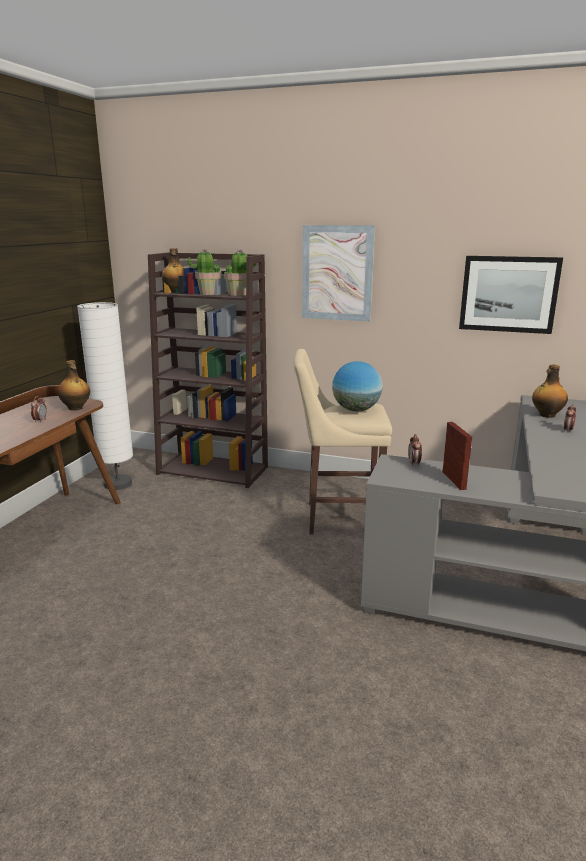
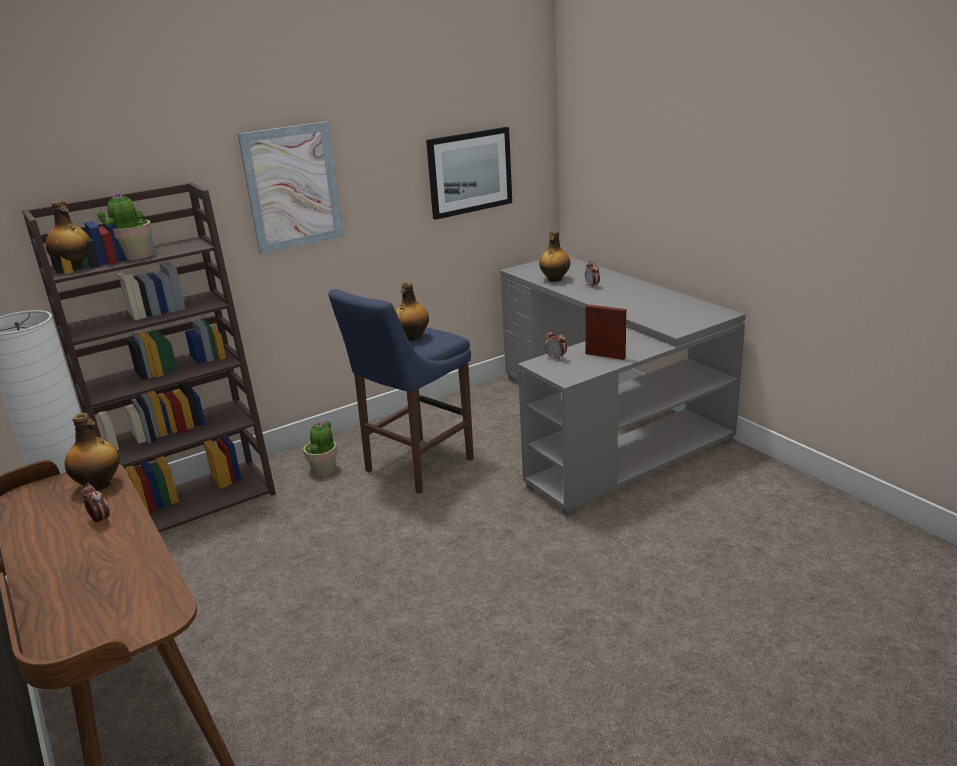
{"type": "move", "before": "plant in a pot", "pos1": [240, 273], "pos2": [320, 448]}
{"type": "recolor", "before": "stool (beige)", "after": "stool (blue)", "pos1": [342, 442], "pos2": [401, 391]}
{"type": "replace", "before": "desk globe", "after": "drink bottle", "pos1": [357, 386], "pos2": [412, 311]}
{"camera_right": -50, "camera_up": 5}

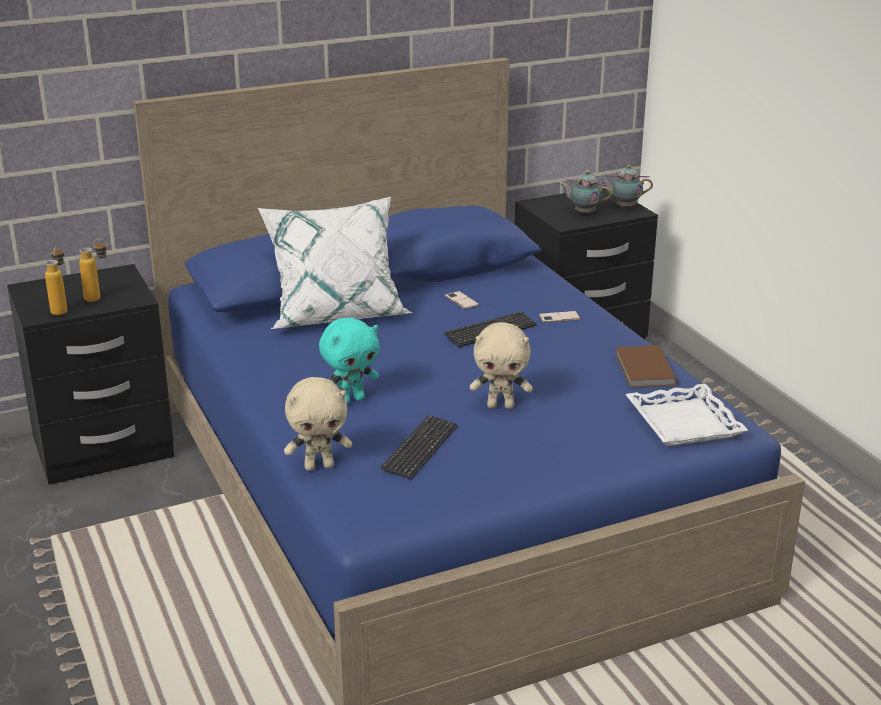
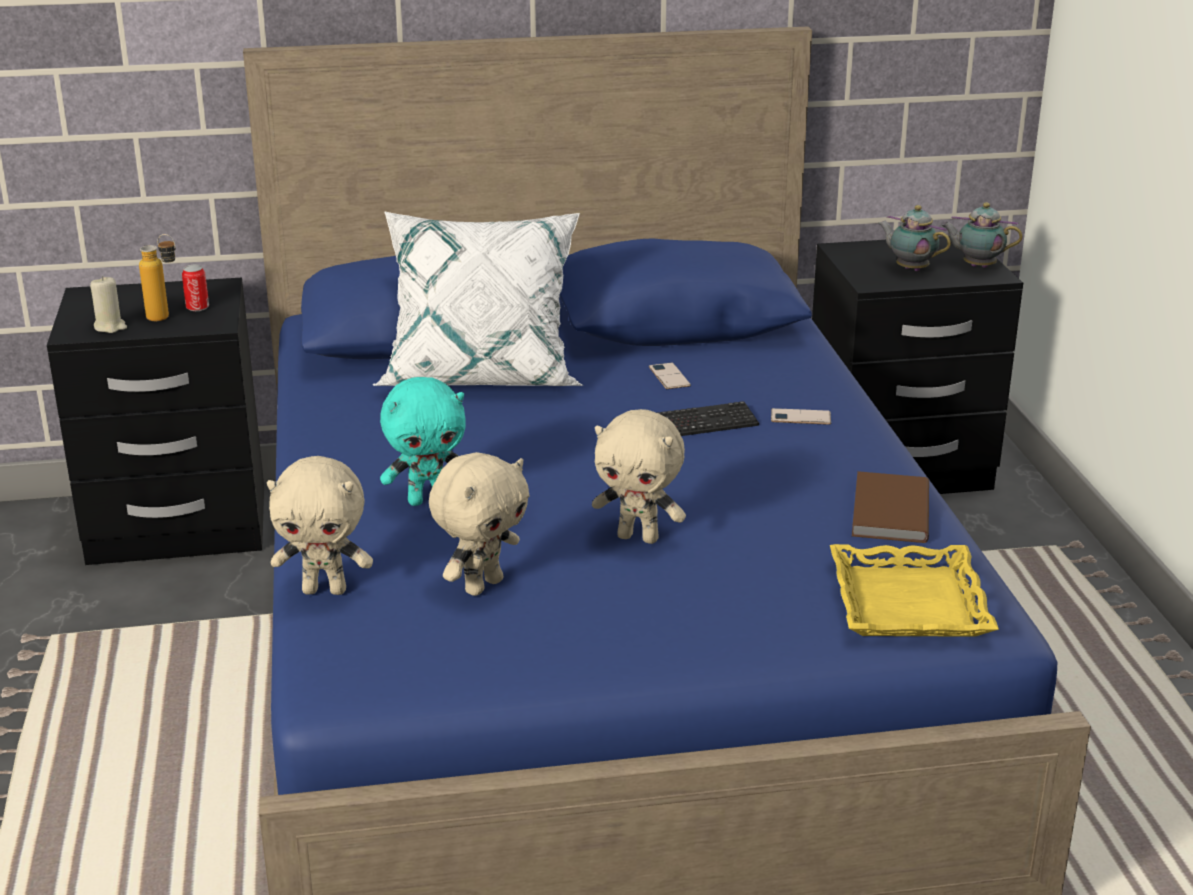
{"type": "replace", "before": "drink bottle", "after": "wax light (beige)", "pos1": [56, 279], "pos2": [108, 304]}
{"type": "insert", "after": "metal can", "pos2": [195, 288]}
{"type": "replace", "before": "keyboard", "after": "plush toy (beige)", "pos1": [418, 447], "pos2": [479, 524]}
{"type": "recolor", "before": "carrying tray (white)", "after": "carrying tray (yellowish)", "pos1": [686, 415], "pos2": [914, 590]}
{"camera_right": 15, "camera_up": 0}

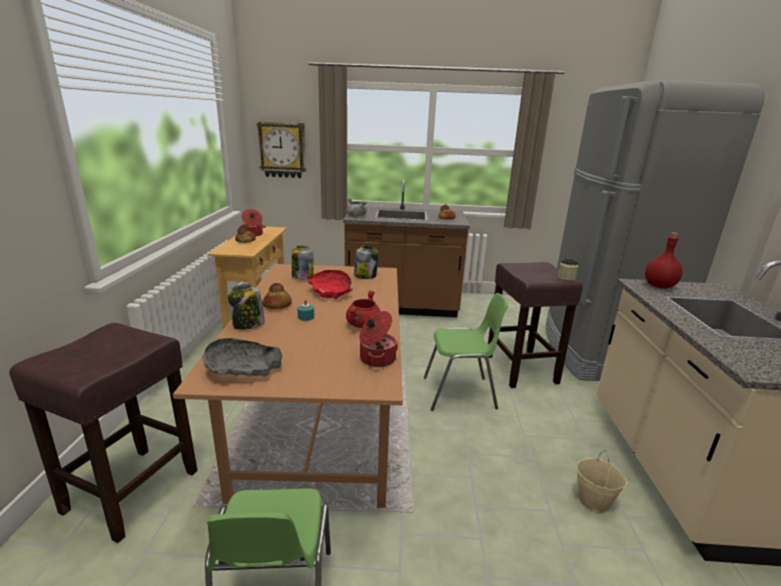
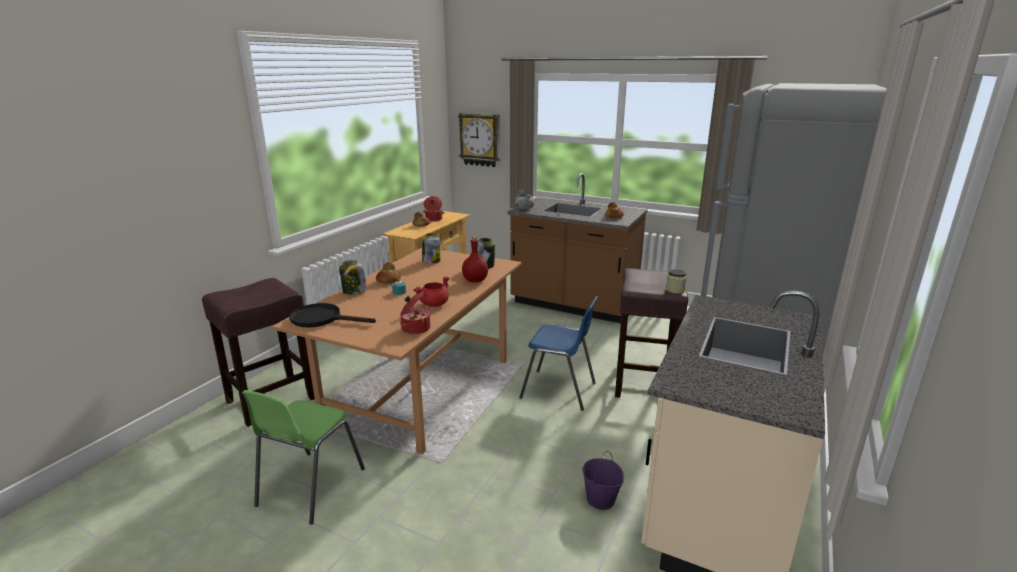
{"type": "replace", "before": "serving bowl (gray)", "after": "frying pan (black-coloured)", "pos1": [242, 357], "pos2": [332, 315]}
{"type": "move", "before": "drink bottle (red)", "pos1": [664, 260], "pos2": [475, 259]}
{"type": "recolor", "before": "chair (green)", "after": "chair (blue)", "pos1": [466, 352], "pos2": [558, 353]}
{"type": "recolor", "before": "water bucket (beige)", "after": "water bucket (purple)", "pos1": [602, 481], "pos2": [603, 480]}
{"type": "delete", "before": "serving bowl (red)", "pos1": [330, 284]}
{"camera_right": 25, "camera_up": 0}

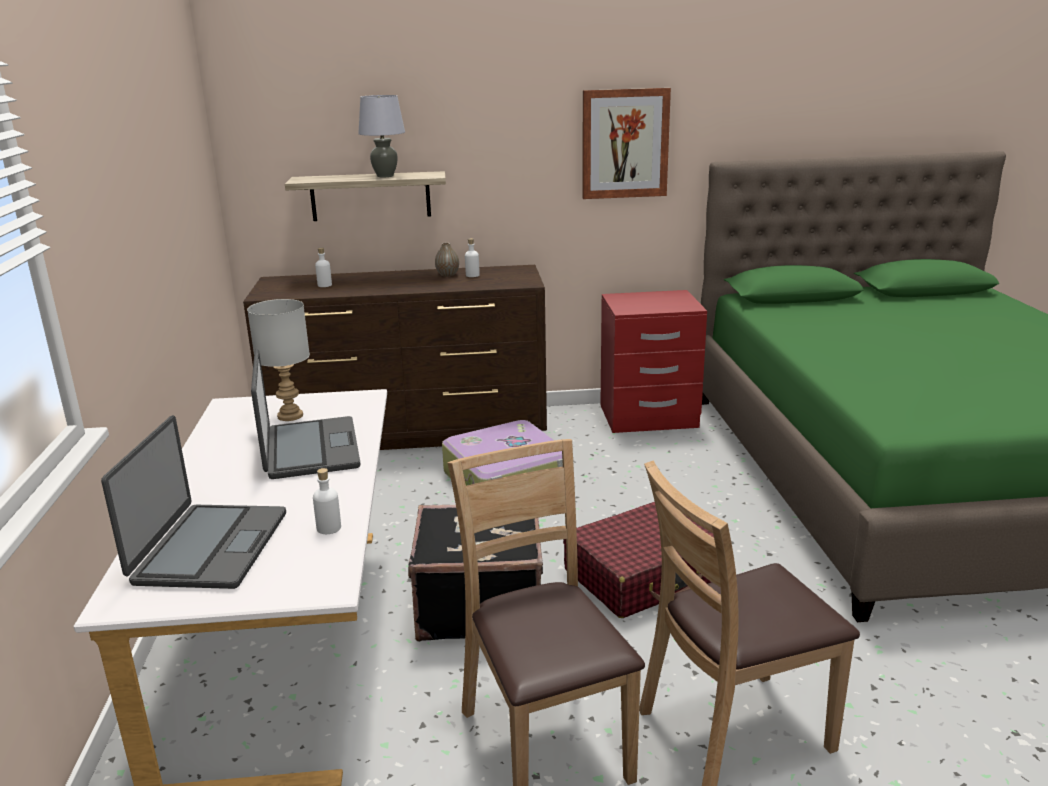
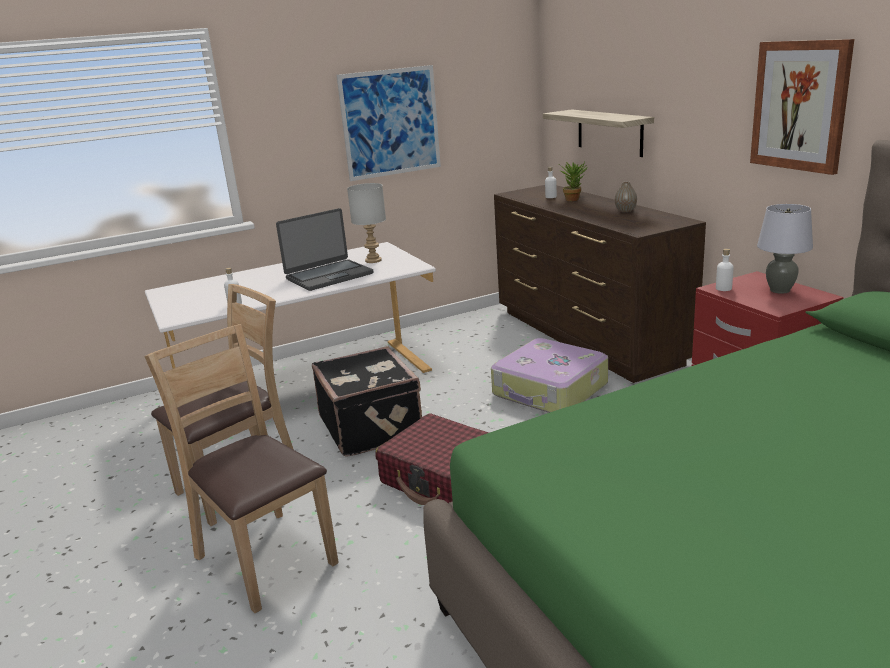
{"type": "insert", "after": "wall picture", "pos2": [389, 123]}
{"type": "insert", "after": "plant in a pot", "pos2": [573, 181]}
{"type": "move", "before": "drink bottle (white)", "pos1": [472, 257], "pos2": [725, 270]}
{"type": "move", "before": "tabletop lamp (gray)", "pos1": [381, 136], "pos2": [785, 249]}
{"type": "delete", "before": "laptop", "pos1": [193, 502]}
{"camera_right": 70, "camera_up": 0}

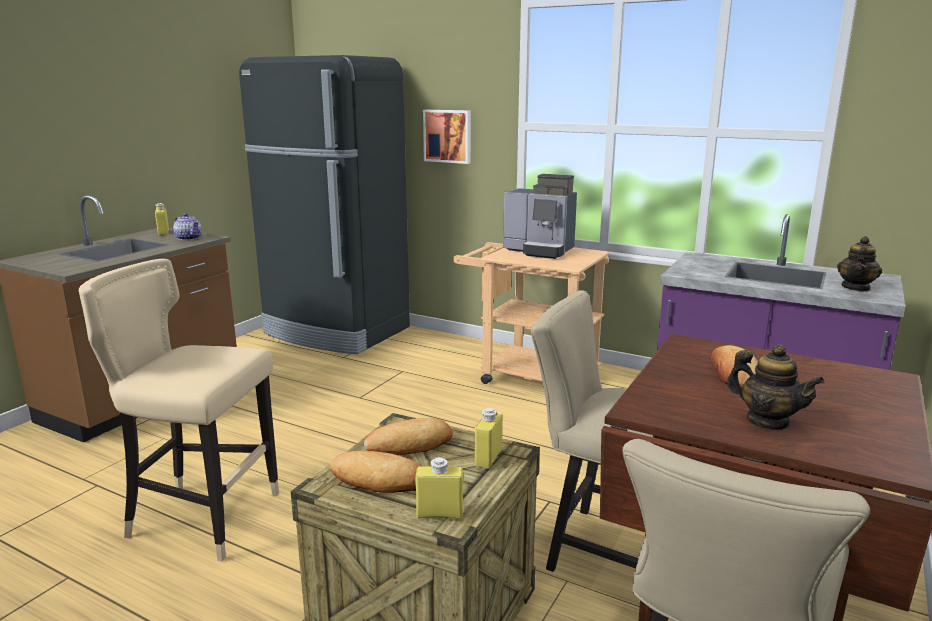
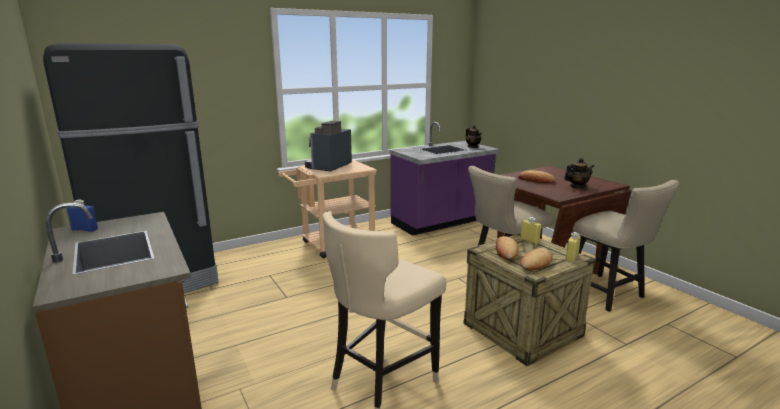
{"type": "recolor", "before": "drink bottle (yellowish)", "after": "drink bottle (blue)", "pos1": [162, 219], "pos2": [82, 216]}
{"type": "rotate", "before": "coffee machine", "pos1": [540, 216], "pos2": [328, 146], "turn": 150}
{"type": "delete", "before": "teapot", "pos1": [187, 226]}
{"type": "delete", "before": "wall picture", "pos1": [447, 137]}
{"camera_right": -60, "camera_up": 0}

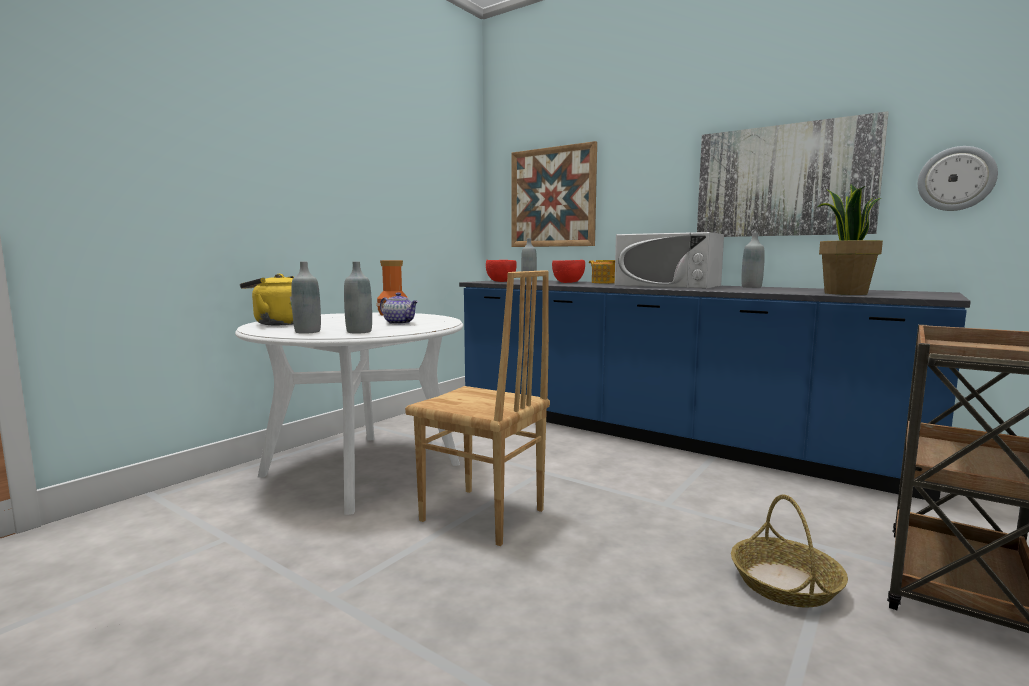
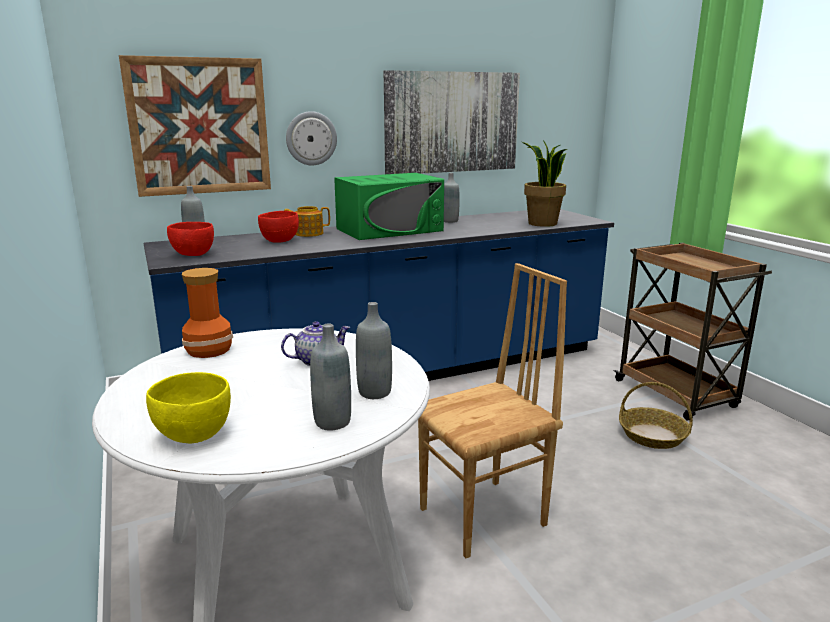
{"type": "replace", "before": "kettle (yellowish)", "after": "serving bowl (yellowish)", "pos1": [267, 299], "pos2": [188, 407]}
{"type": "move", "before": "wall clock", "pos1": [958, 178], "pos2": [311, 138]}
{"type": "recolor", "before": "microwave (white)", "after": "microwave (green)", "pos1": [669, 260], "pos2": [389, 206]}
{"camera_right": -60, "camera_up": 10}

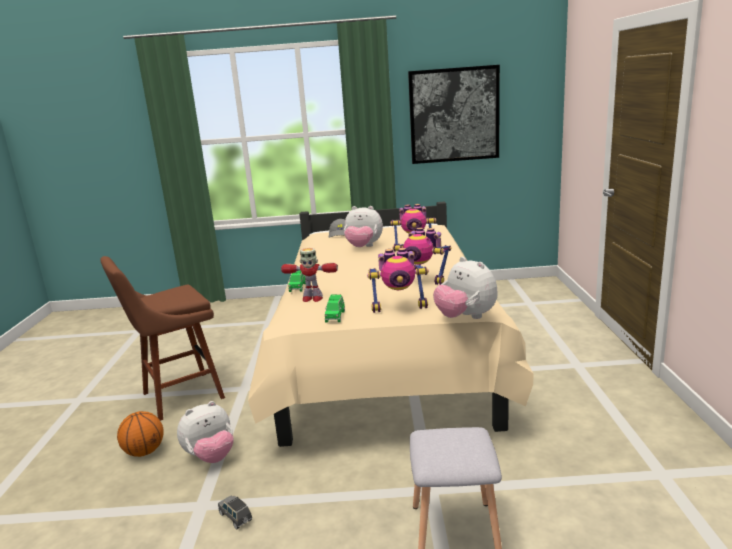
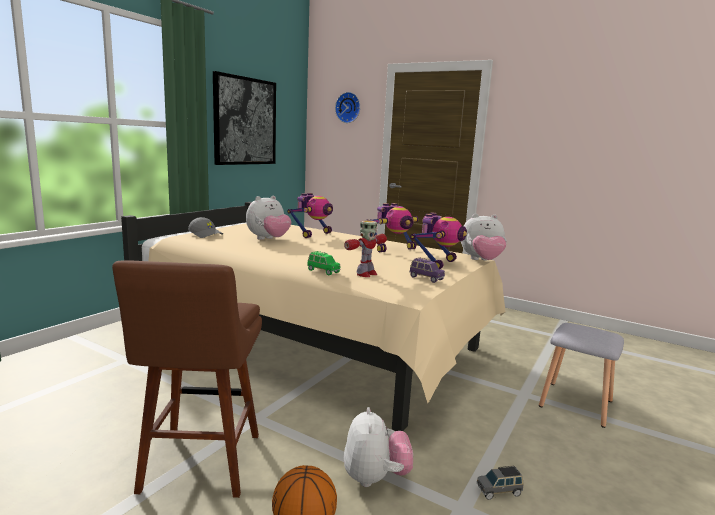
{"type": "insert", "after": "wall clock", "pos2": [347, 107]}
{"type": "recolor", "before": "toy car (green)", "after": "toy car (purple)", "pos1": [335, 308], "pos2": [427, 270]}
{"camera_right": -60, "camera_up": -5}

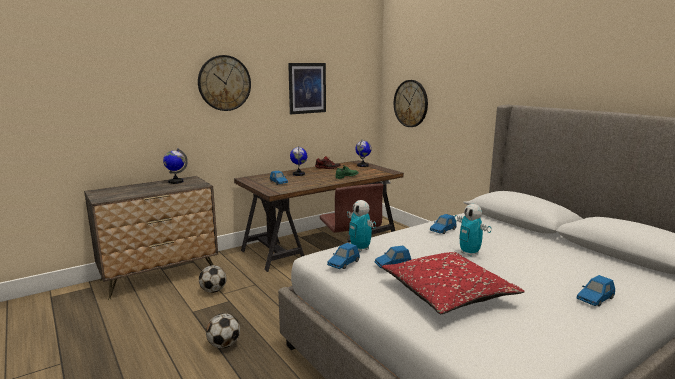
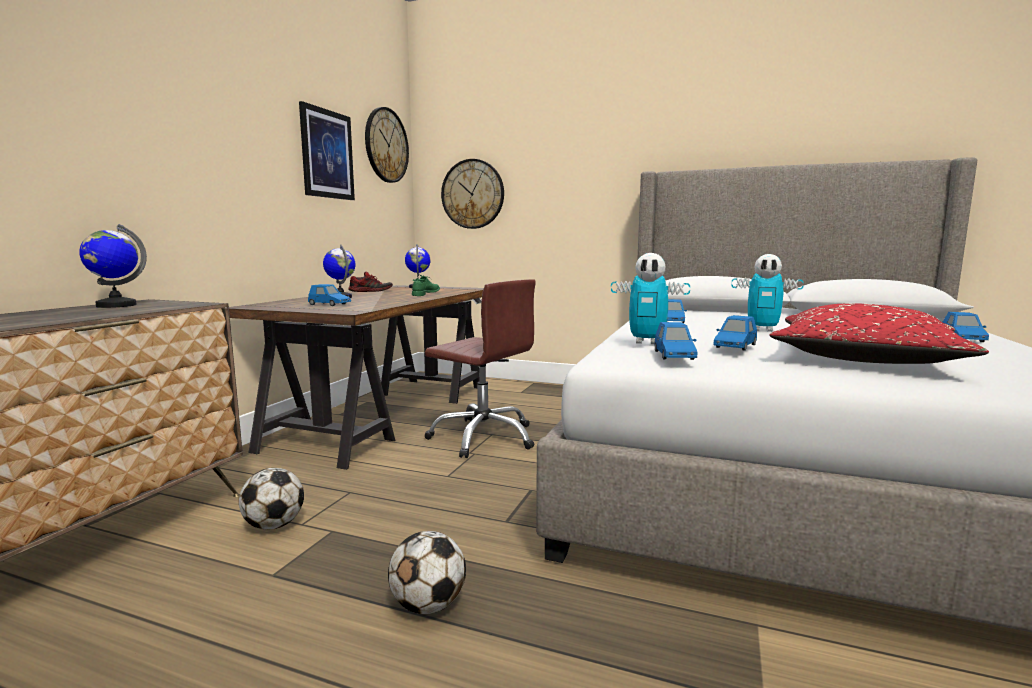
{"type": "move", "before": "wall clock", "pos1": [224, 83], "pos2": [387, 145]}
{"camera_right": -35, "camera_up": -5}

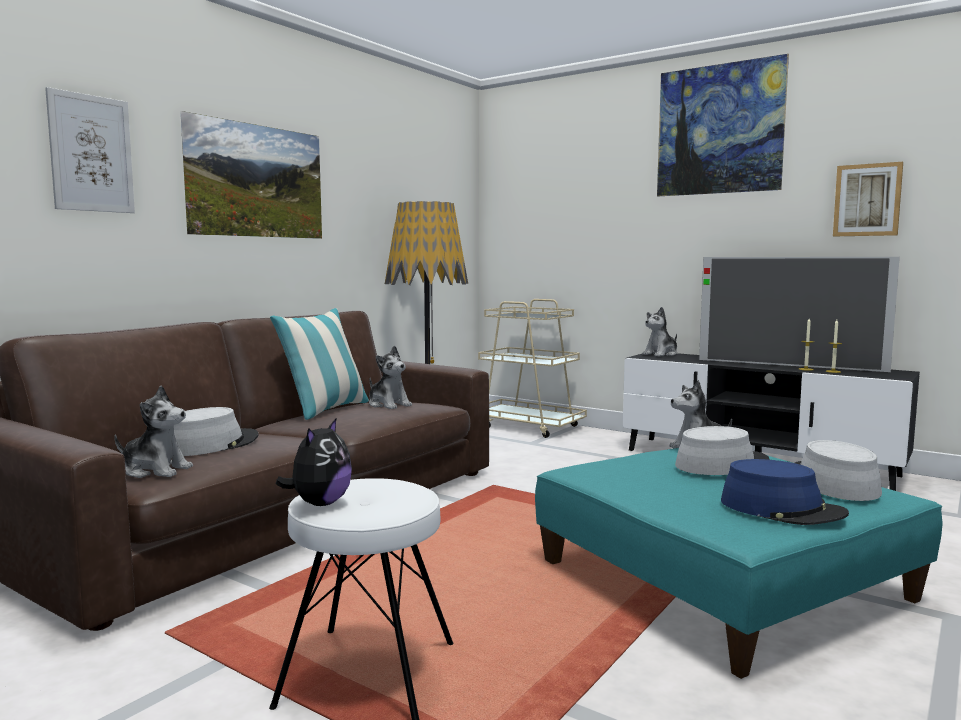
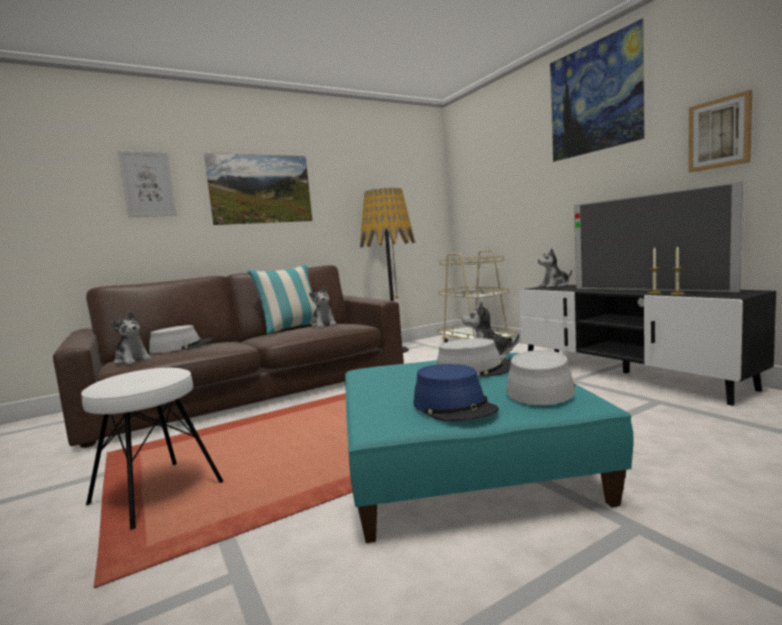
{"type": "delete", "before": "plush toy", "pos1": [314, 462]}
{"camera_right": 25, "camera_up": 0}

